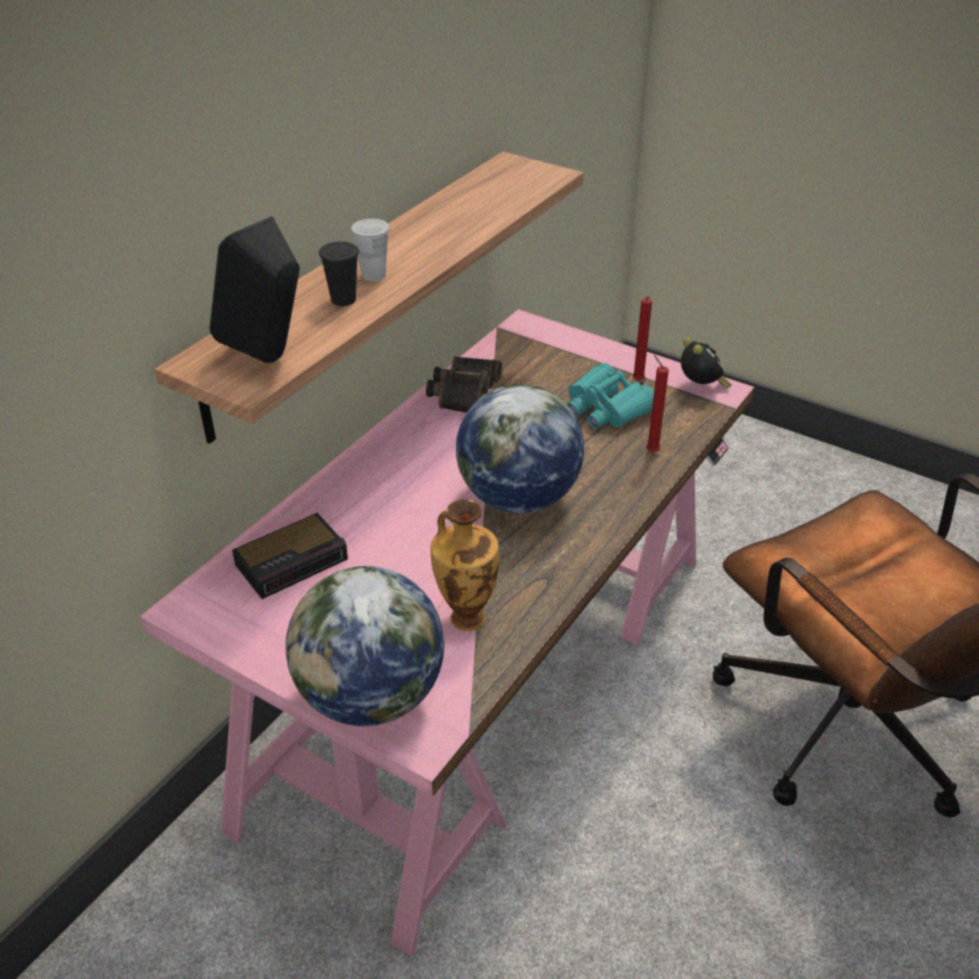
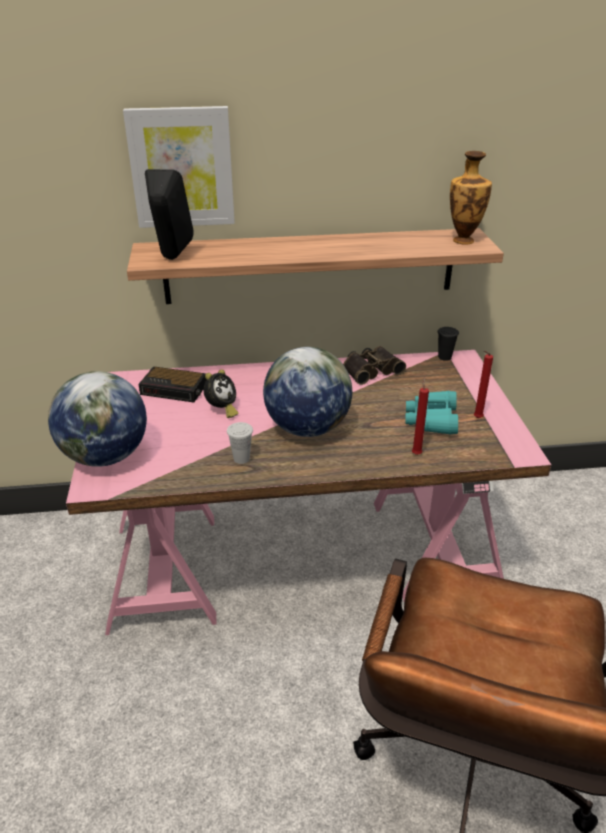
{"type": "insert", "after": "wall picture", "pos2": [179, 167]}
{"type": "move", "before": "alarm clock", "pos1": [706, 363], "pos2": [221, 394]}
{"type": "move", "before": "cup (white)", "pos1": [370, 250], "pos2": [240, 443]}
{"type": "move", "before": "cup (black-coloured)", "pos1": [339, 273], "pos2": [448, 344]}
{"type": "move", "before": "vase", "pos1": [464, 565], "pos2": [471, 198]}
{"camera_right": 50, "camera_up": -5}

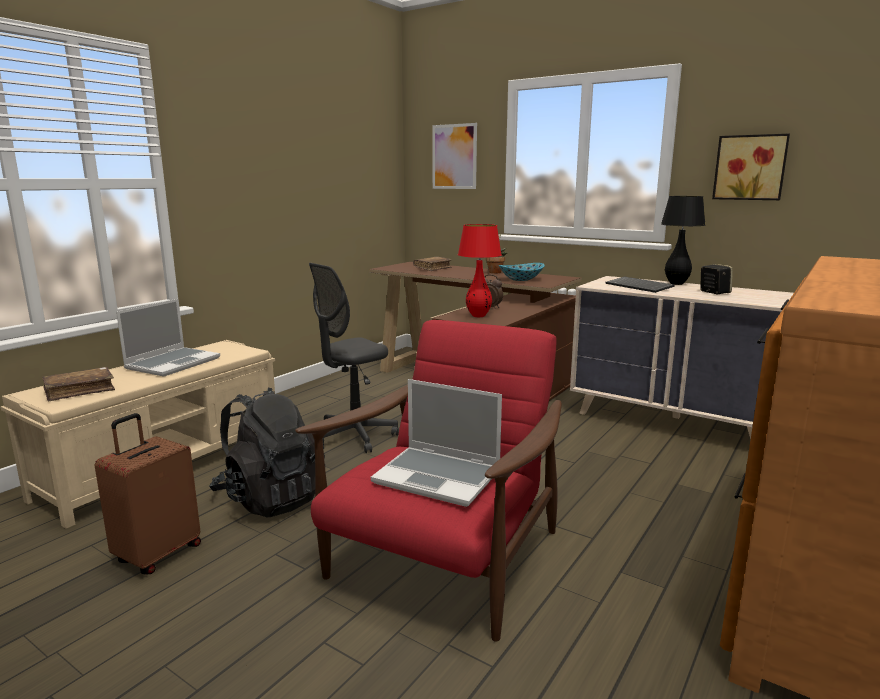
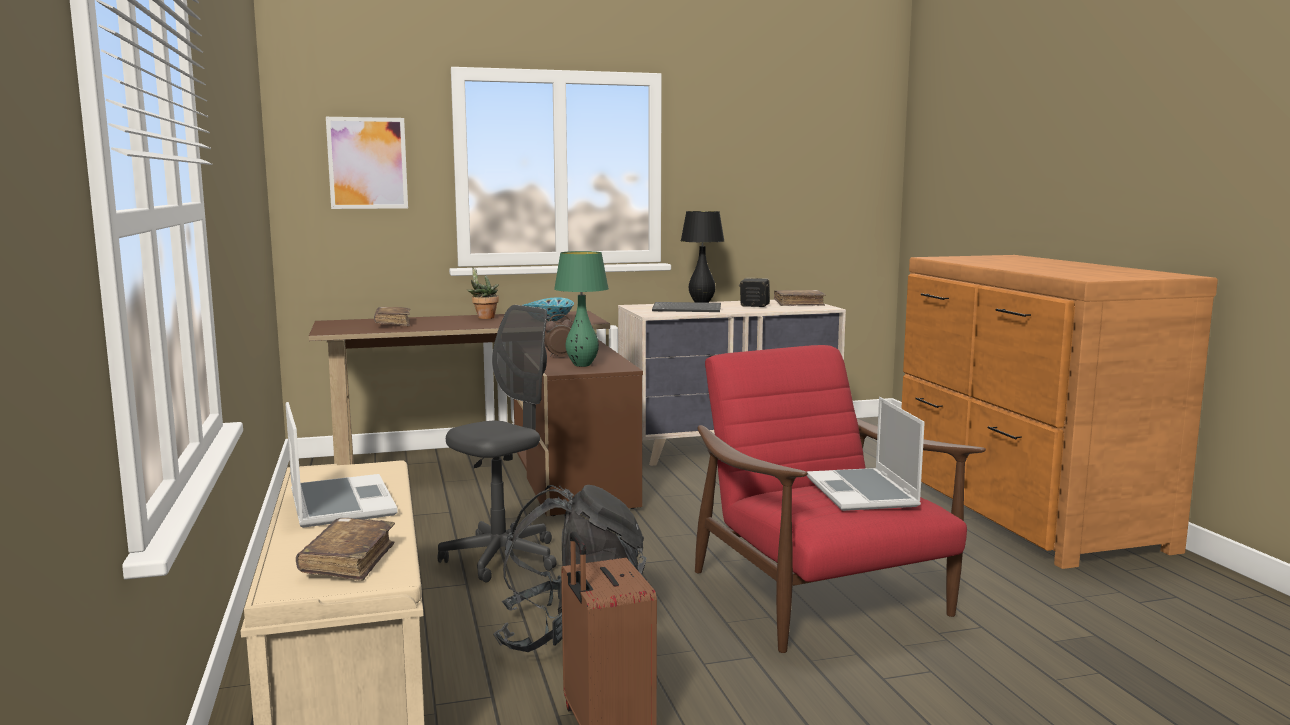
{"type": "rotate", "before": "computer chair (gray)", "pos1": [354, 358], "pos2": [497, 444], "turn": -135}
{"type": "recolor", "before": "tabletop lamp (red)", "after": "tabletop lamp (green)", "pos1": [480, 270], "pos2": [581, 309]}
{"type": "insert", "after": "bound book (brown-coloured)", "pos2": [800, 298]}
{"type": "rotate", "before": "laptop", "pos1": [436, 443], "pos2": [865, 454], "turn": 105}
{"type": "delete", "before": "wall picture", "pos1": [751, 167]}
{"camera_right": -50, "camera_up": -5}

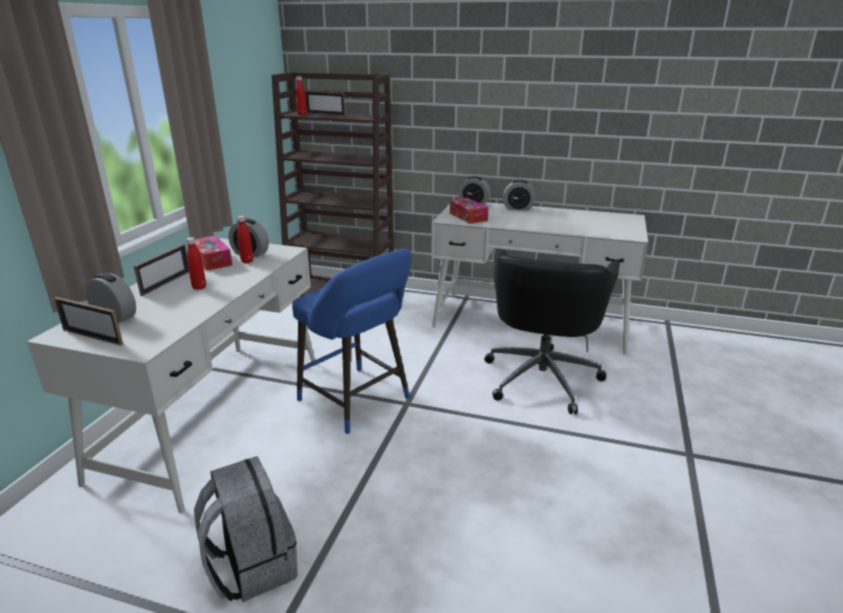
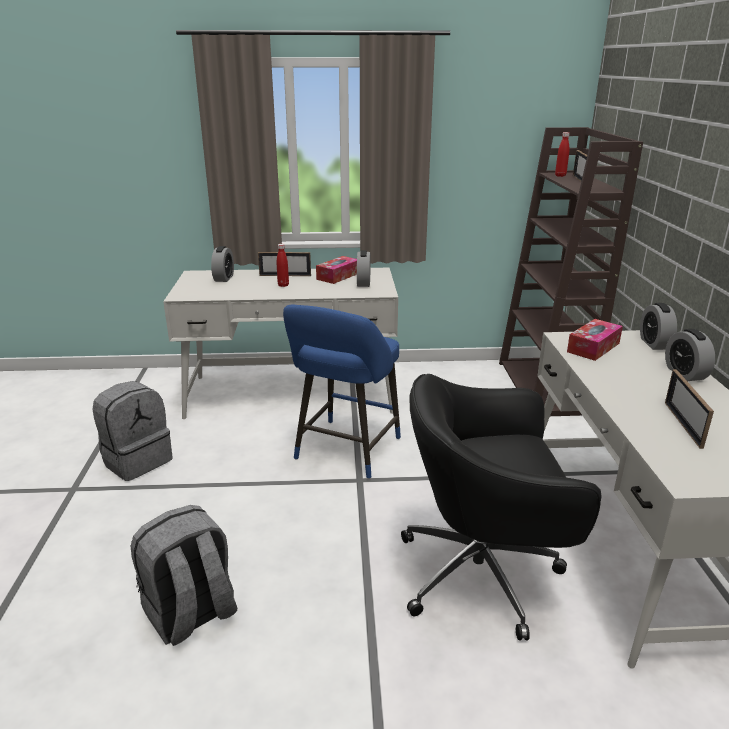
{"type": "insert", "after": "backpack (gray)", "pos2": [184, 575]}
{"type": "move", "before": "photo frame", "pos1": [88, 321], "pos2": [689, 409]}
{"type": "delete", "before": "drink bottle (red)", "pos1": [245, 239]}
{"camera_right": 70, "camera_up": 0}

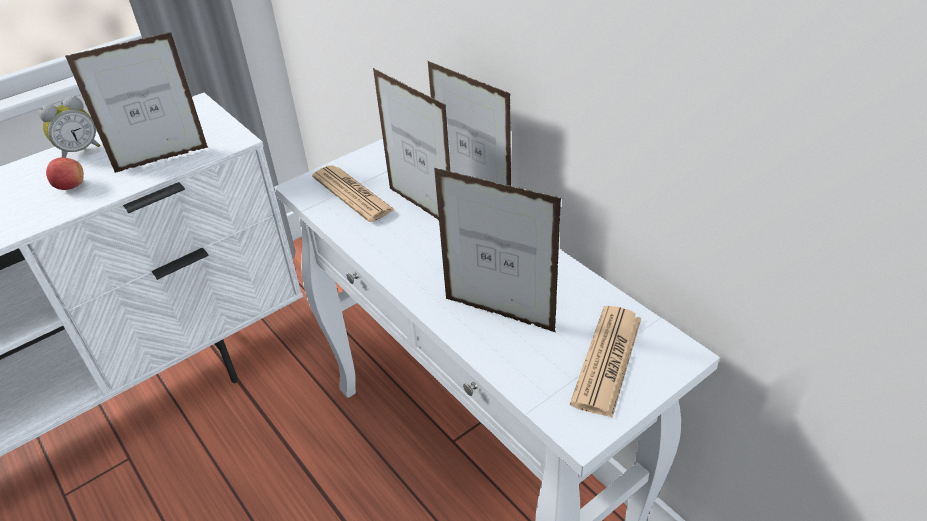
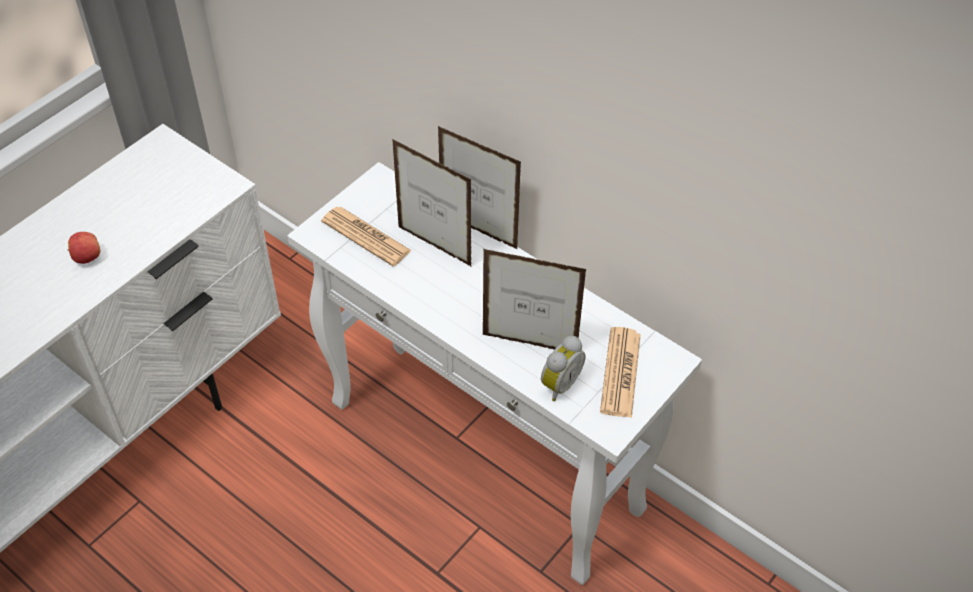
{"type": "move", "before": "alarm clock", "pos1": [69, 127], "pos2": [563, 368]}
{"type": "delete", "before": "photo frame", "pos1": [136, 102]}
{"camera_right": -15, "camera_up": 10}

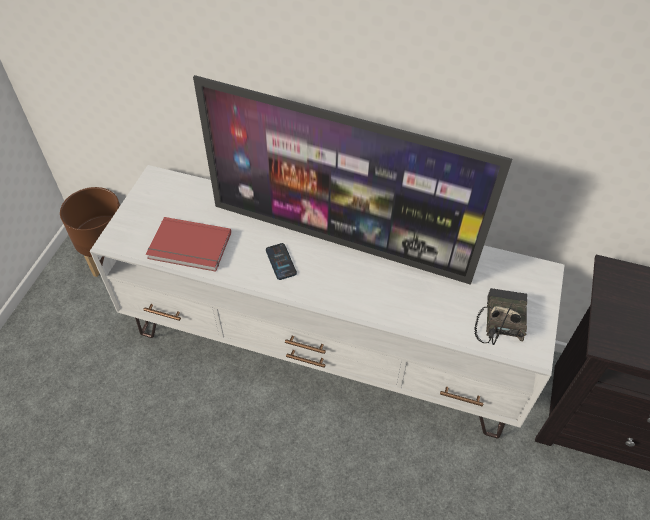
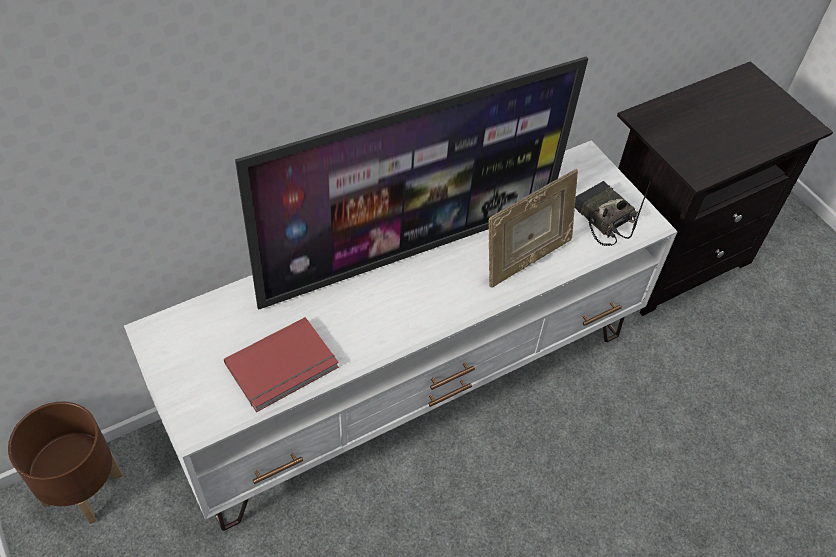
{"type": "insert", "after": "photo frame", "pos2": [533, 228]}
{"type": "delete", "before": "handset", "pos1": [281, 261]}
{"camera_right": -50, "camera_up": 0}

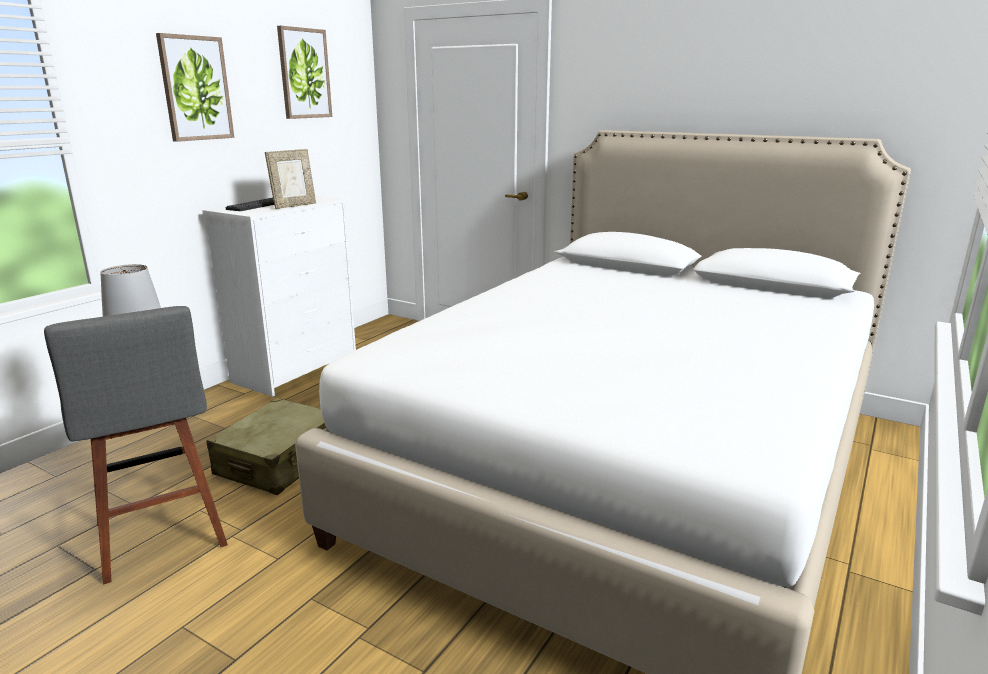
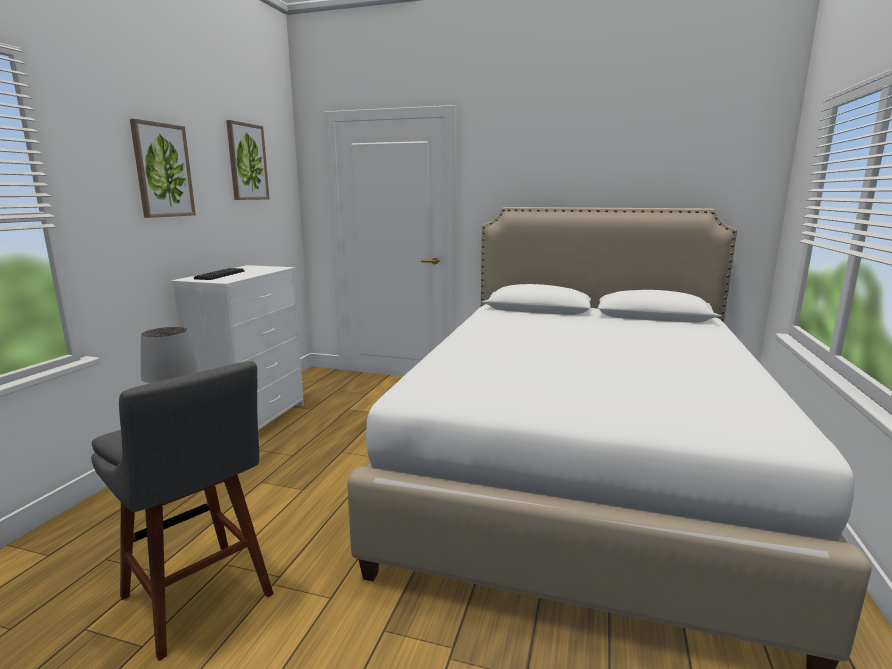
{"type": "delete", "before": "travel case (beige)", "pos1": [266, 446]}
{"type": "delete", "before": "photo frame", "pos1": [290, 179]}
{"camera_right": -15, "camera_up": -5}

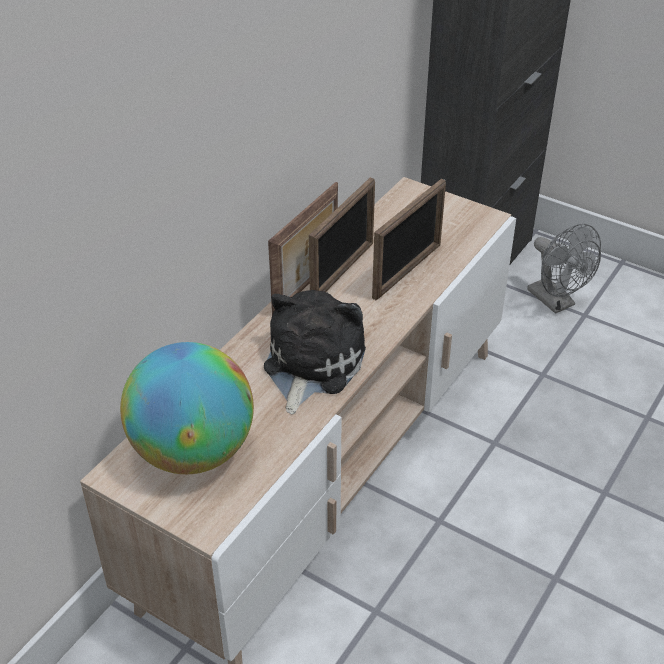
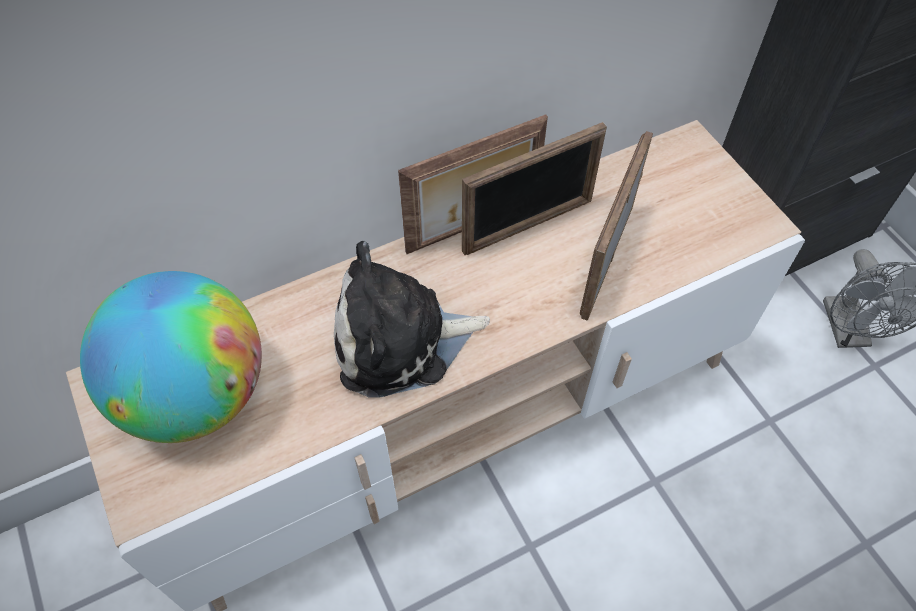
{"type": "rotate", "before": "plush toy", "pos1": [315, 352], "pos2": [412, 319], "turn": -150}
{"type": "rotate", "before": "photo frame", "pos1": [409, 239], "pos2": [616, 226], "turn": 135}
{"camera_right": 30, "camera_up": 15}

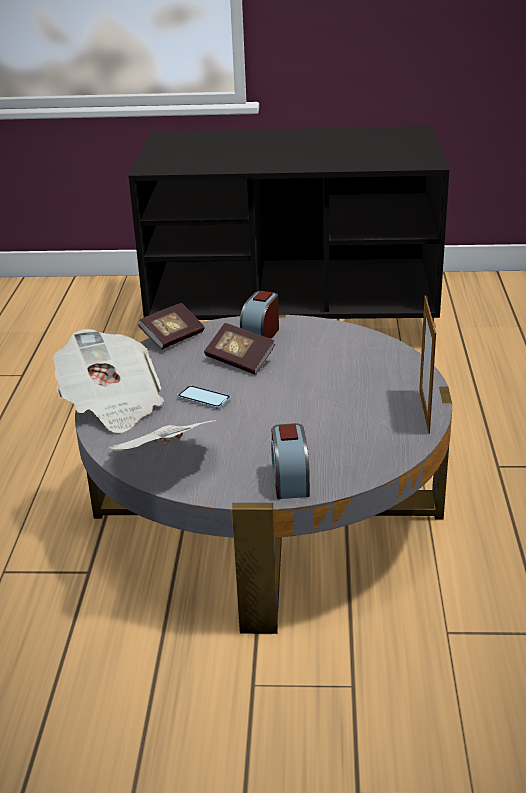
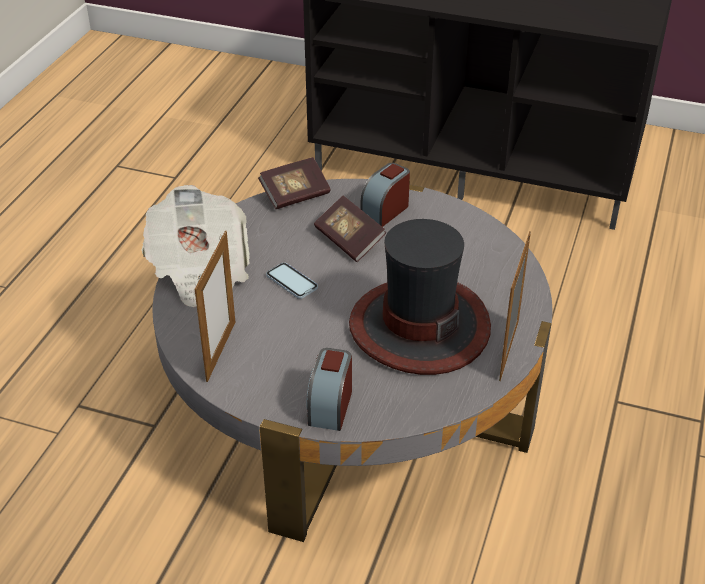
{"type": "replace", "before": "daily paper", "after": "photo frame", "pos1": [163, 434], "pos2": [215, 306]}
{"type": "insert", "after": "wearable hat", "pos2": [420, 297]}
{"camera_right": 15, "camera_up": 10}

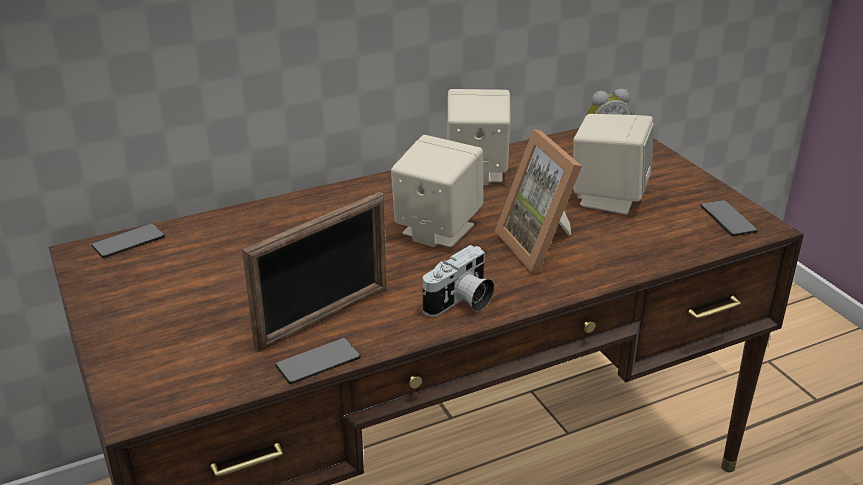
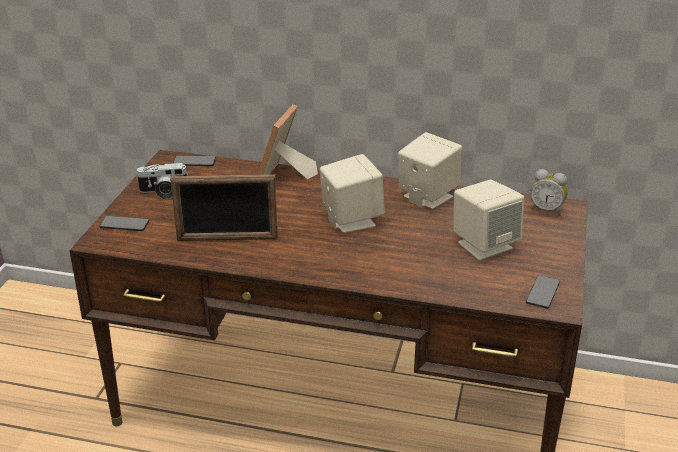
{"type": "move", "before": "handset", "pos1": [318, 361], "pos2": [124, 223]}
{"type": "move", "before": "still camera", "pos1": [458, 281], "pos2": [162, 181]}
{"type": "move", "before": "photo frame", "pos1": [538, 201], "pos2": [287, 141]}
{"camera_right": 40, "camera_up": 0}

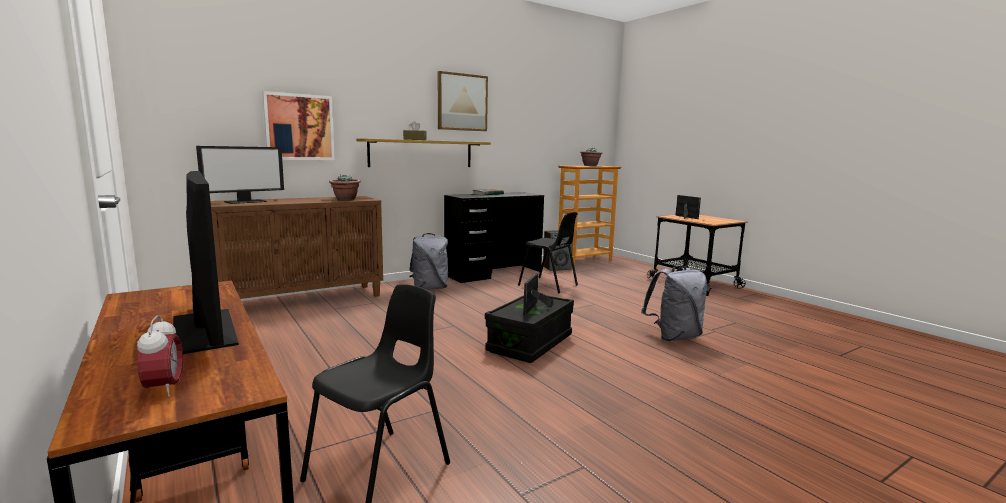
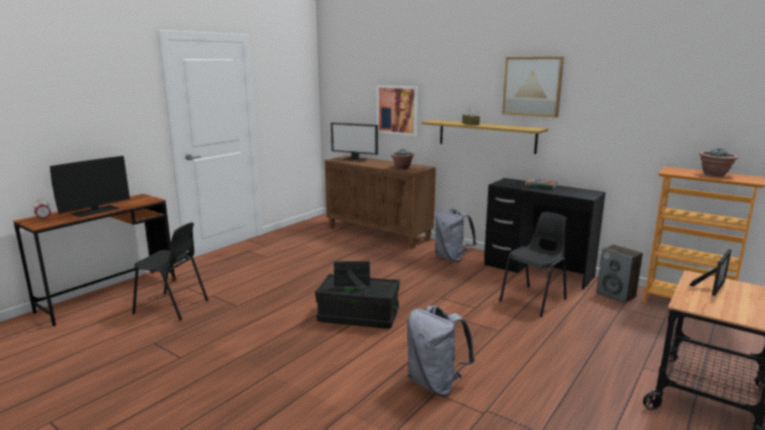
{"type": "rotate", "before": "chair (black-coloured)", "pos1": [548, 253], "pos2": [533, 264], "turn": -150}
{"camera_right": 70, "camera_up": 5}

